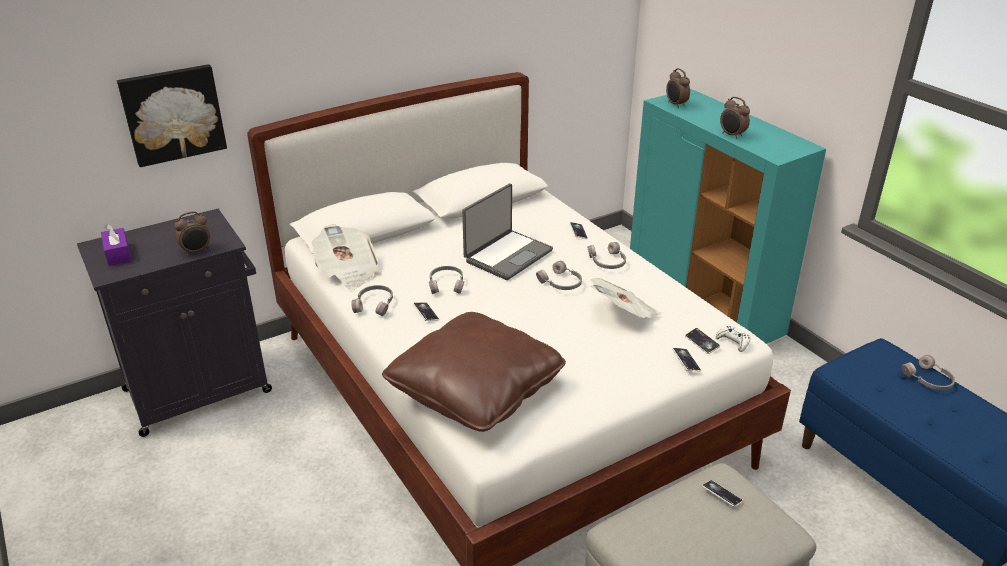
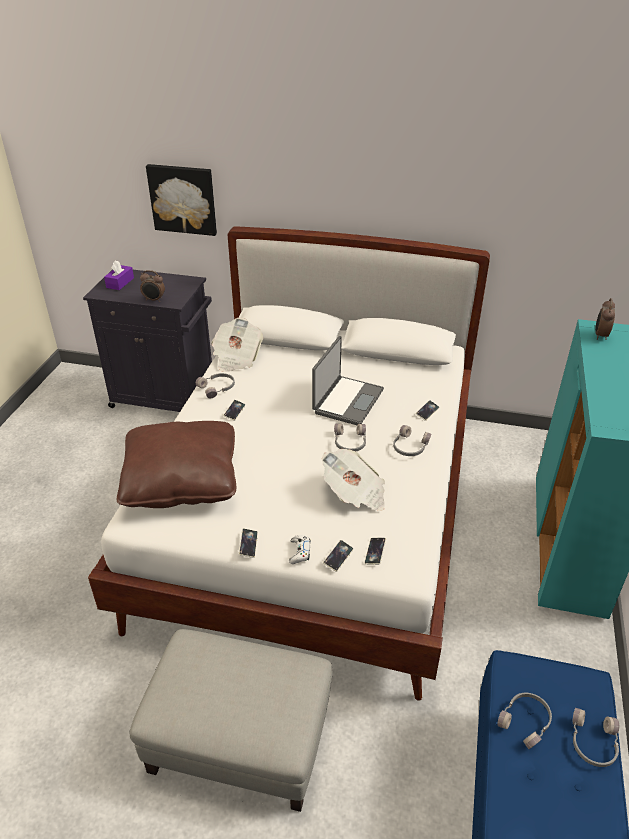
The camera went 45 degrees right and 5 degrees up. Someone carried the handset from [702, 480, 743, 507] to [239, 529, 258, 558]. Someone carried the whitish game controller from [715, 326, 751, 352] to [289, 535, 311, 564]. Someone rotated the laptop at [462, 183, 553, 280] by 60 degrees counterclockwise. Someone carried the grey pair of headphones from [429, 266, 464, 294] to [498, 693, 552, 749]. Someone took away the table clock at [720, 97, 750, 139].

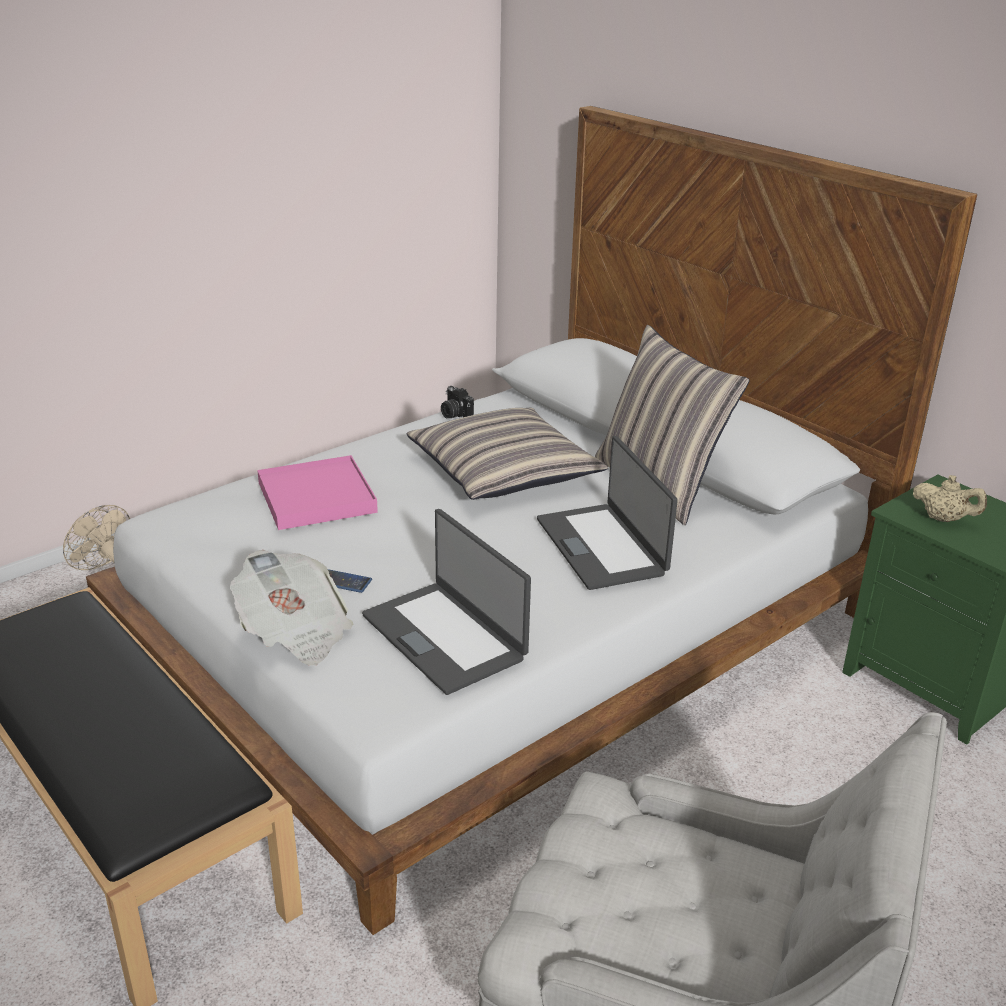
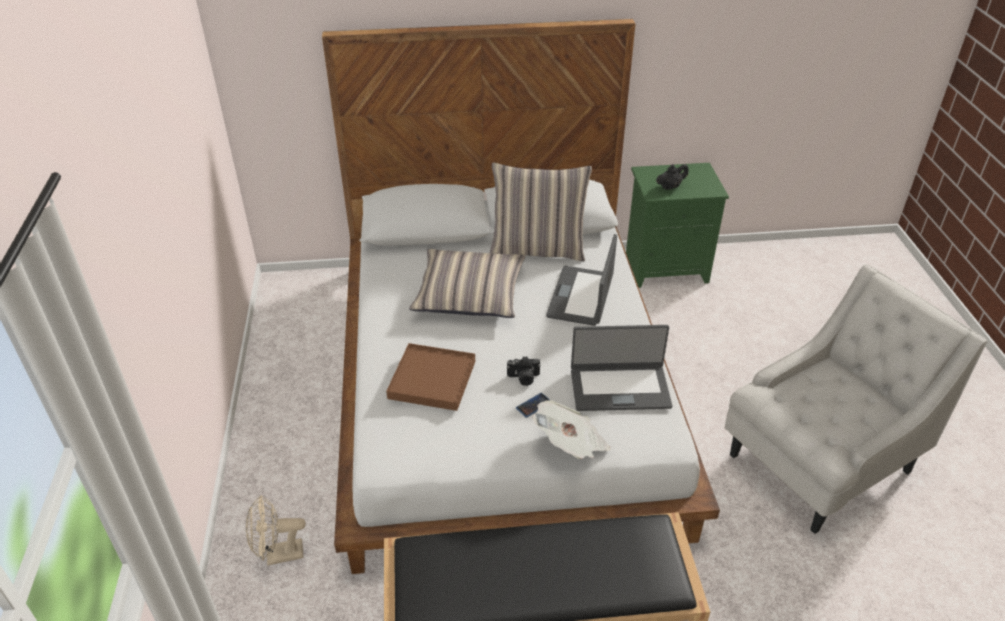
The camera went 55 degrees left and 10 degrees up. Someone repainted the pink carrying tray at [257, 455, 378, 530], which became the brownish carrying tray at [386, 343, 475, 411]. Someone carried the photo camera from [441, 386, 474, 418] to [507, 356, 541, 386]. Someone rotated the laptop at [537, 436, 678, 590] by 90 degrees clockwise. Someone repainted the beige-coloured tea pot at [913, 475, 987, 522], which became the black-coloured tea pot at [656, 164, 689, 190].

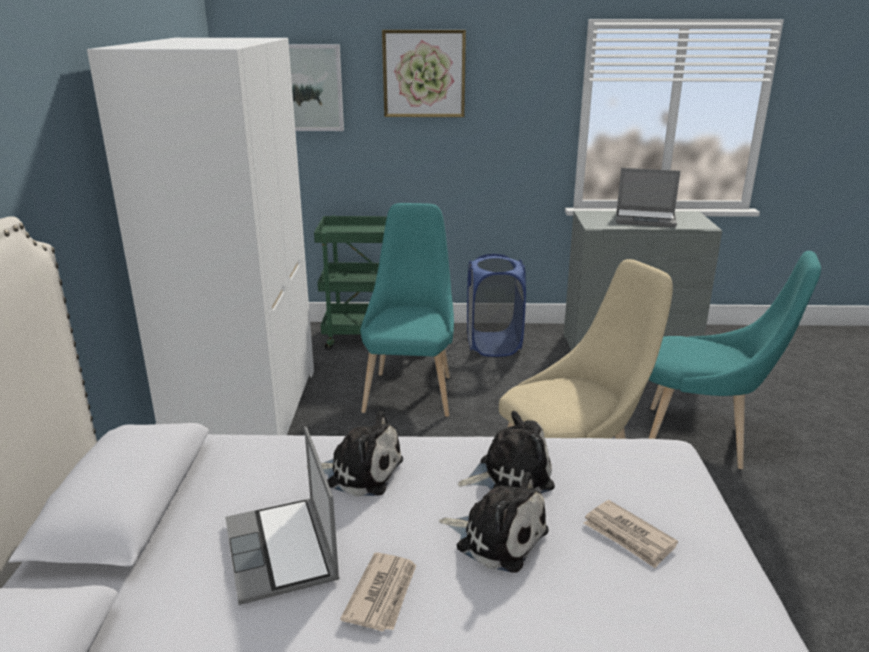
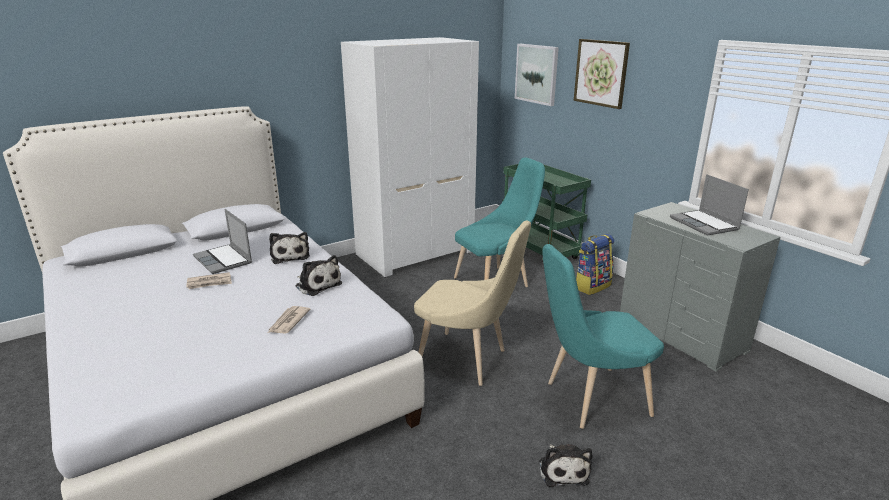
The camera went 55 degrees right and 0 degrees up. Someone rotated the laptop at [225, 427, 340, 605] by 75 degrees counterclockwise. Someone carried the cuddly toy from [439, 472, 548, 573] to [539, 444, 592, 487]. Someone rotated the turquoise-coloured plain chair at [649, 251, 821, 469] by 90 degrees clockwise. Someone swapped the blue-coloured laundry basket at [467, 254, 526, 357] for the rucksack at [576, 234, 614, 295].

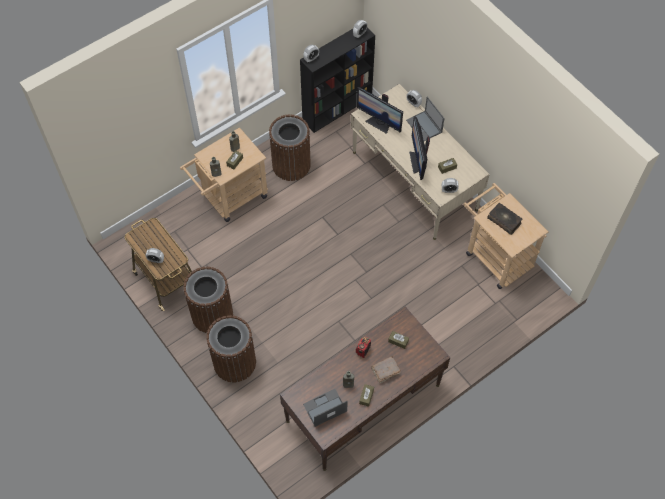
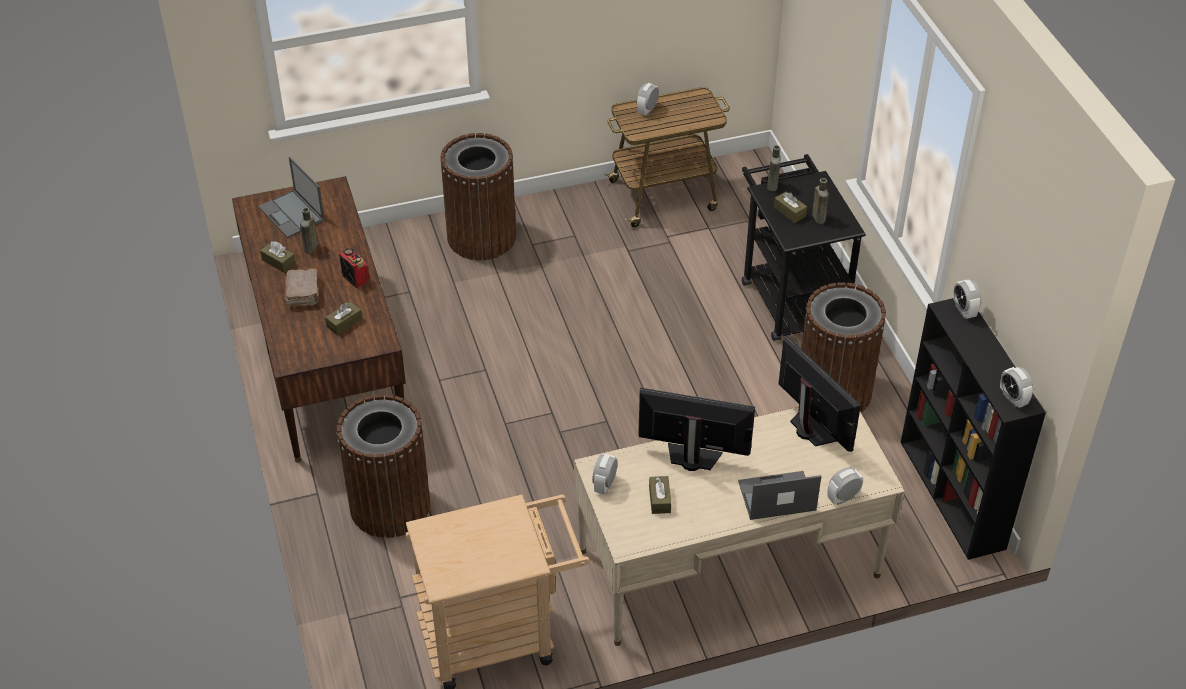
The camera went 110 degrees right and 15 degrees down. Someone rotated the laptop at [303, 389, 348, 427] by 150 degrees clockwise. Someone carried the brownish rubbish bin from [183, 267, 233, 333] to [337, 394, 430, 538]. Someone repainted the beige-coloured wheeled cart at [180, 127, 268, 222], which became the black-coloured wheeled cart at [742, 154, 866, 341]. Someone rotated the computer screen at [357, 87, 403, 134] by 90 degrees clockwise. Someone took away the book at [487, 203, 522, 235].

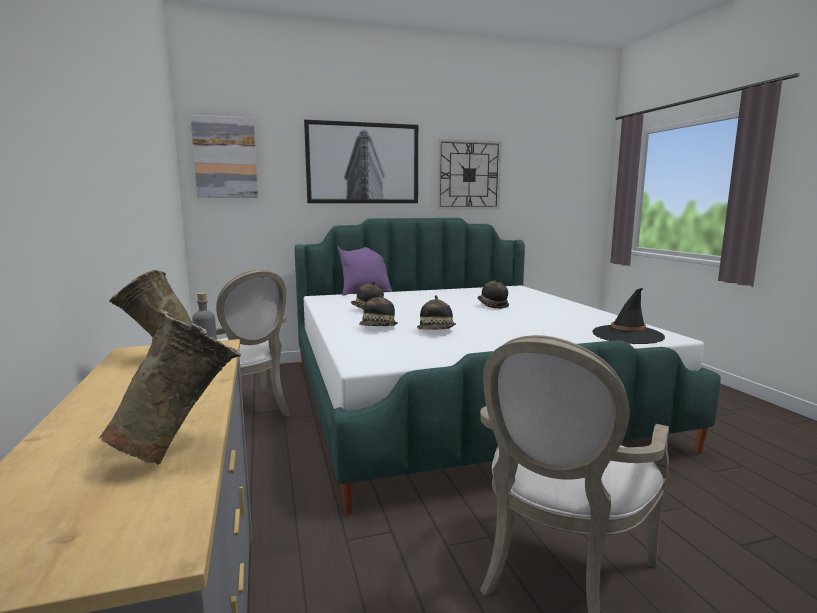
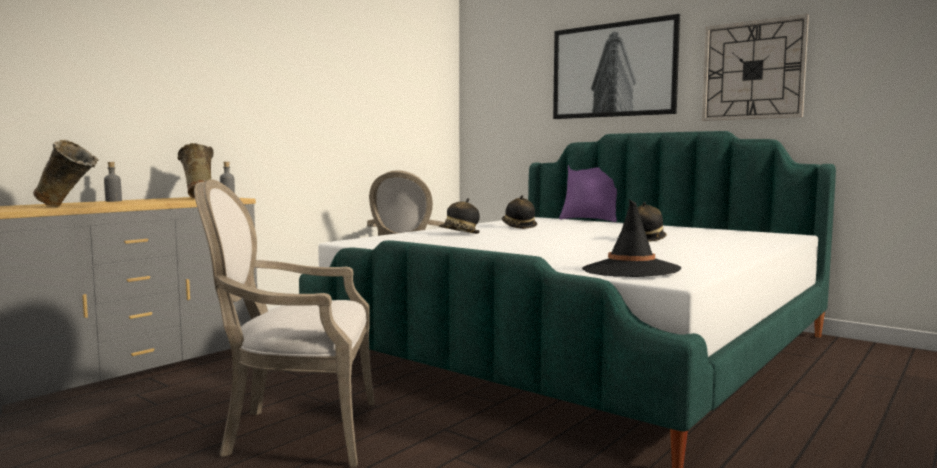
The camera went 55 degrees right and 5 degrees down. Someone put down the grey bottle at [104, 162, 122, 202]. Someone took away the picture at [190, 115, 258, 198]. Someone took away the hat at [417, 295, 456, 330].

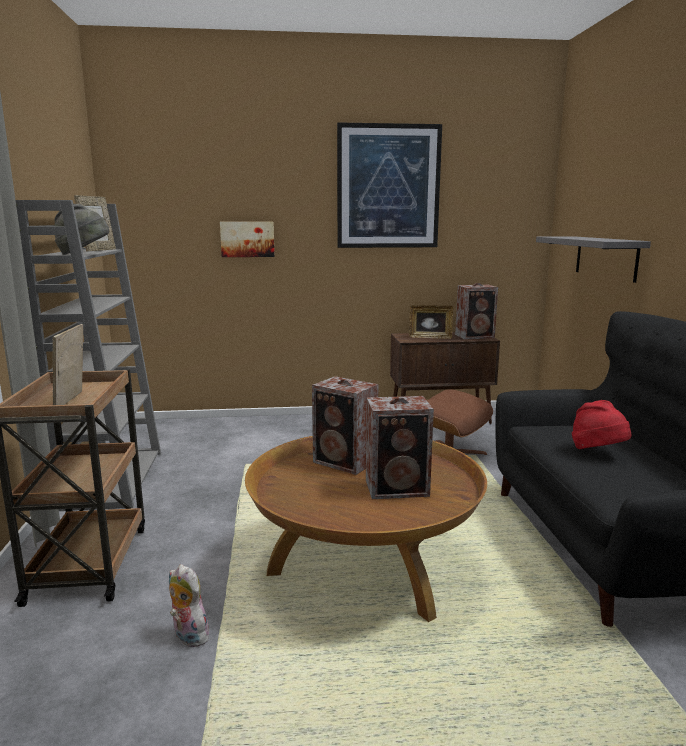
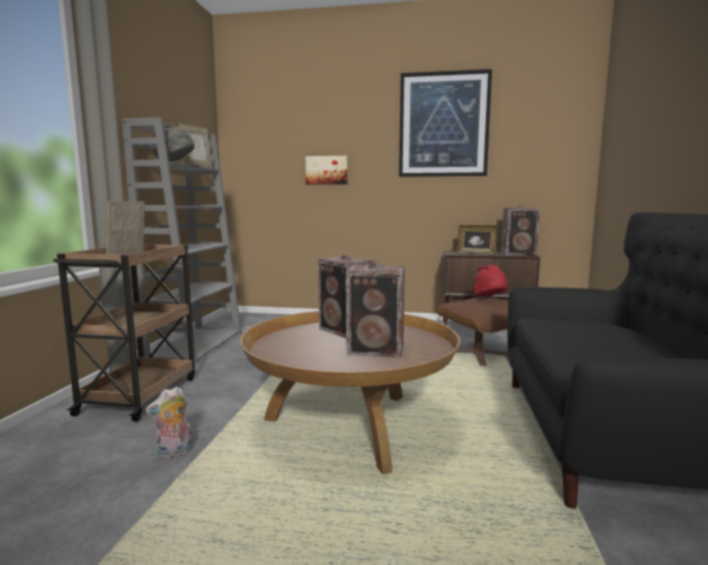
The camera went 15 degrees right and 5 degrees down. Someone rotated the cuddly toy at [169, 564, 209, 647] by 90 degrees counterclockwise. Someone carried the red-coloured hat from [572, 400, 632, 449] to [473, 265, 508, 297]. Someone took away the grey wall shelf at [536, 236, 651, 283].

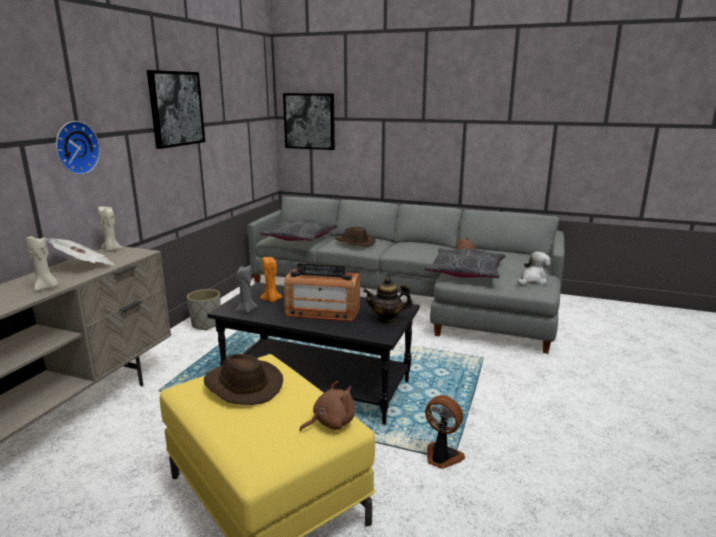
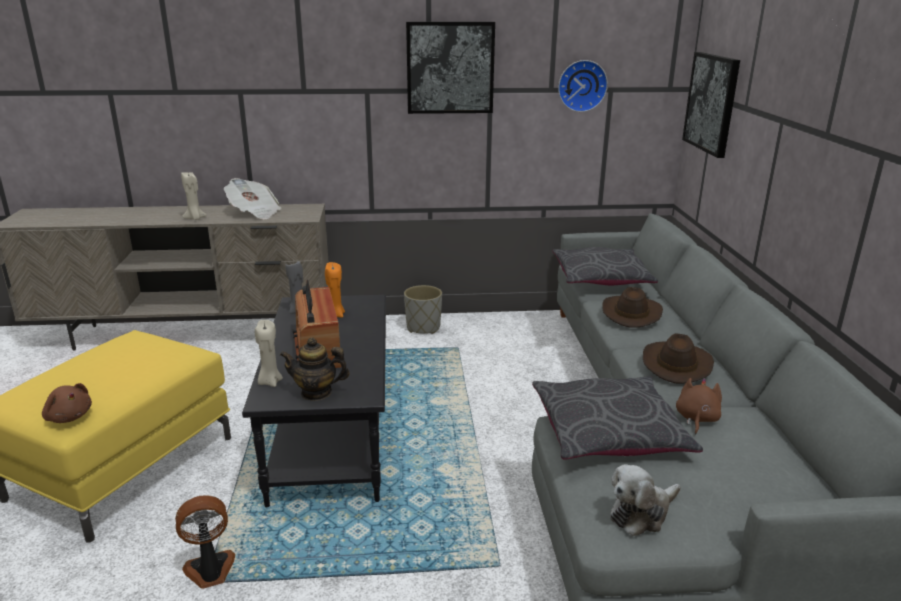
The camera went 65 degrees right and 5 degrees up. Someone rotated the electric fan at [425, 395, 465, 469] by 120 degrees counterclockwise. Someone carried the beige-coloured wax light from [98, 206, 123, 252] to [255, 320, 283, 387]. Someone rotated the tea pot at [363, 277, 412, 324] by 60 degrees counterclockwise. Someone carried the hanging clock from [56, 121, 100, 175] to [558, 60, 608, 112]. Someone rotated the cuddly toy at [517, 252, 551, 285] by 120 degrees clockwise. Someone carried the brownish hat from [204, 354, 283, 405] to [643, 334, 714, 384].

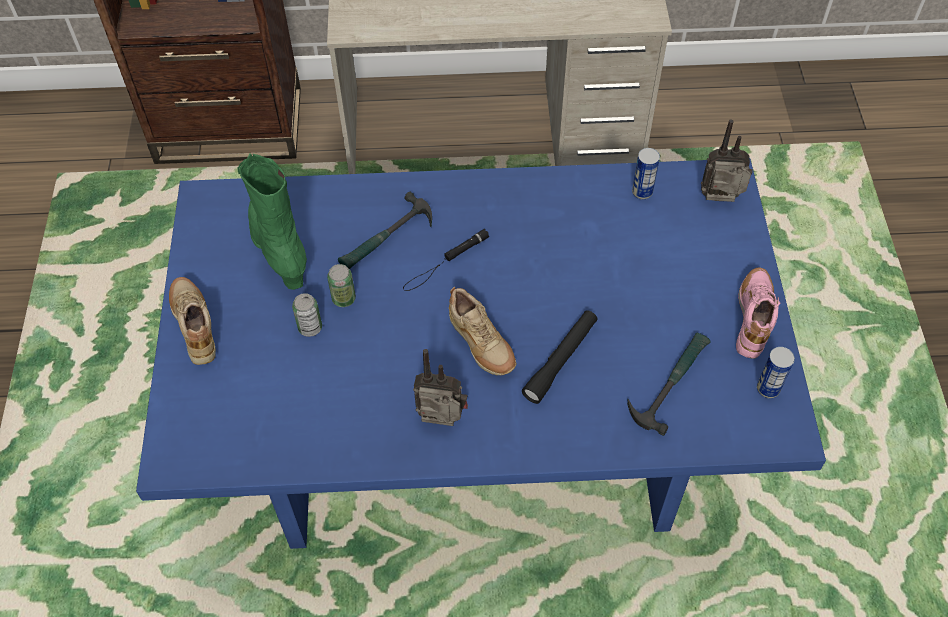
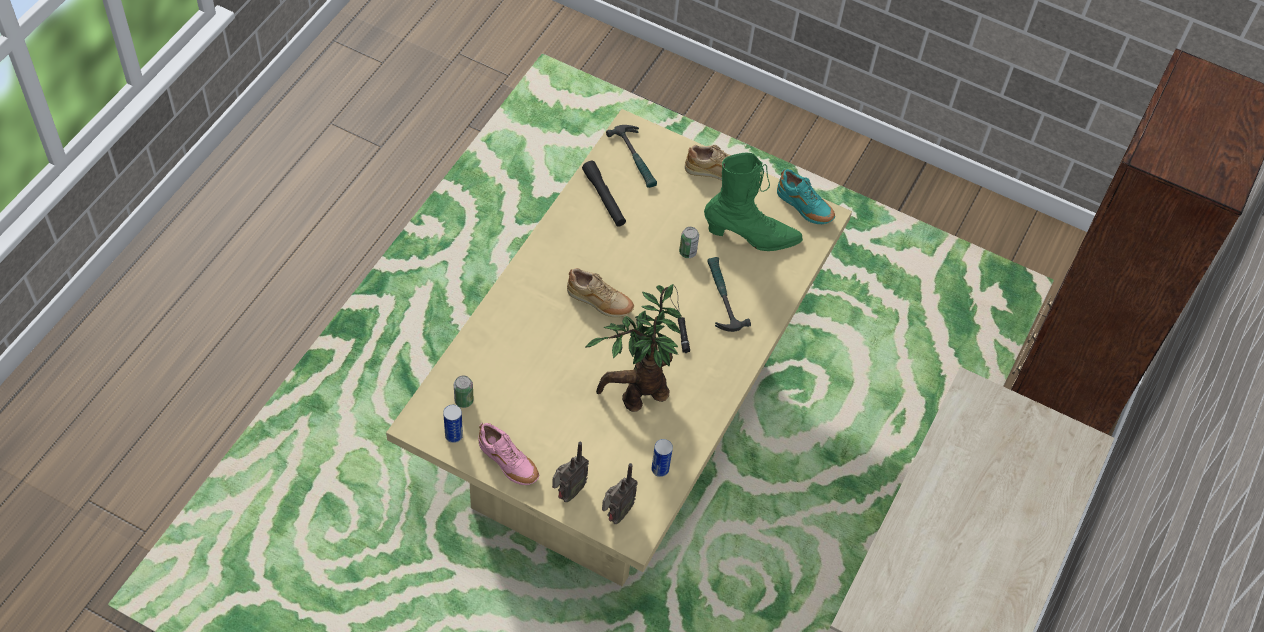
The camera went 115 degrees right and 0 degrees up. Someone repainted the blue-coloured kitchen table at [136, 159, 826, 549], which became the beige-coloured kitchen table at [386, 109, 852, 586]. Someone carried the can from [292, 293, 322, 337] to [454, 375, 474, 408]. Someone carried the radio set from [413, 349, 468, 426] to [552, 441, 589, 502]. Someone rotated the beige-coloured low shoe at [449, 287, 516, 375] by 150 degrees counterclockwise. Someone carried the black-coloured torch from [522, 310, 598, 404] to [582, 161, 626, 227]. Someone put down the houseplant at [585, 284, 682, 412]. Someone carried the tool hammer from [627, 333, 711, 436] to [606, 125, 657, 188]. Someone put down the turquoise-coloured low shoe at [777, 169, 835, 224].

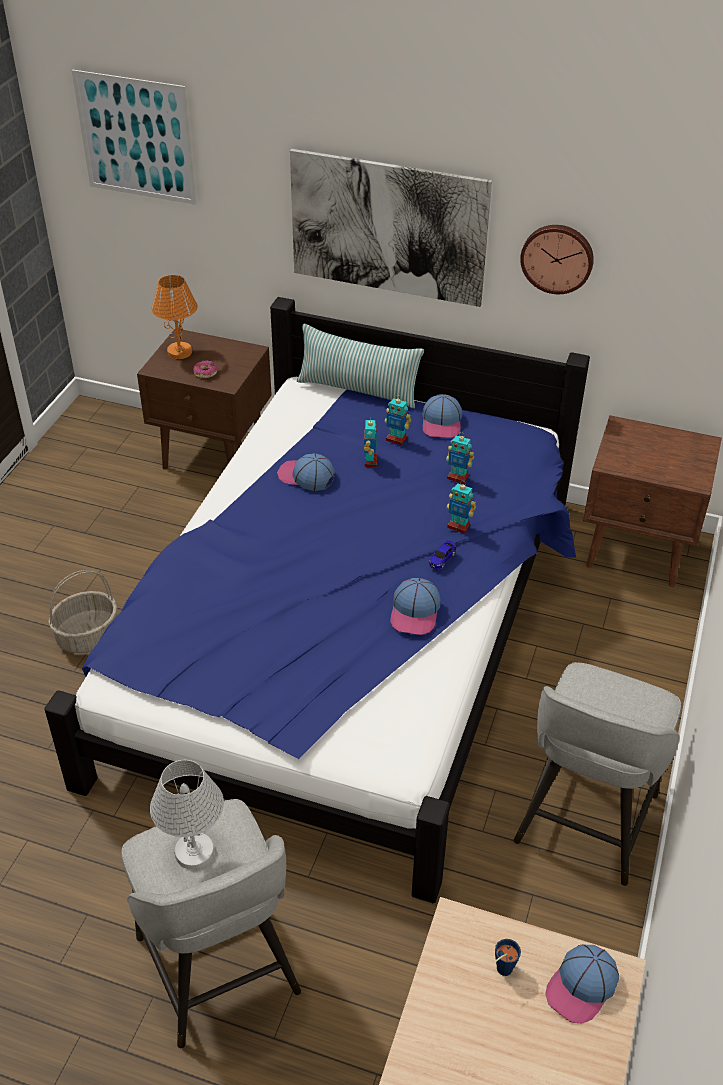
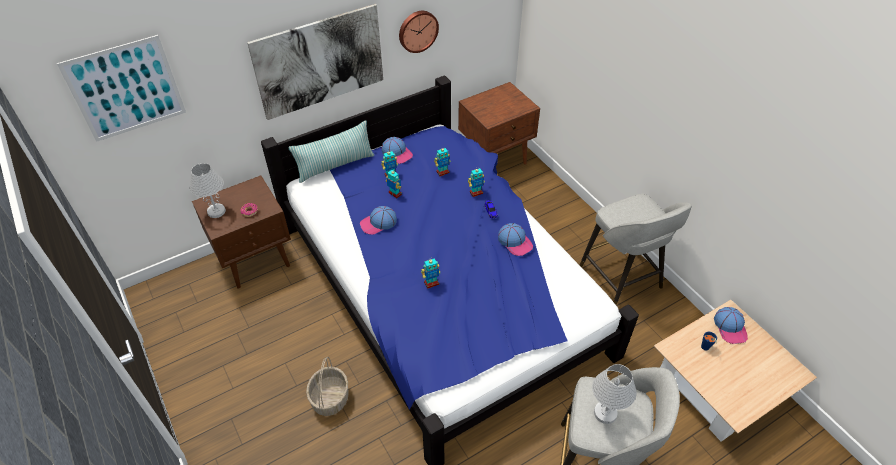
The camera went 50 degrees left and 5 degrees up. Someone repainted the orange tabletop lamp at [152, 275, 198, 359], which became the whitish tabletop lamp at [190, 163, 226, 218]. Someone put down the toy robot at [421, 258, 440, 289].

